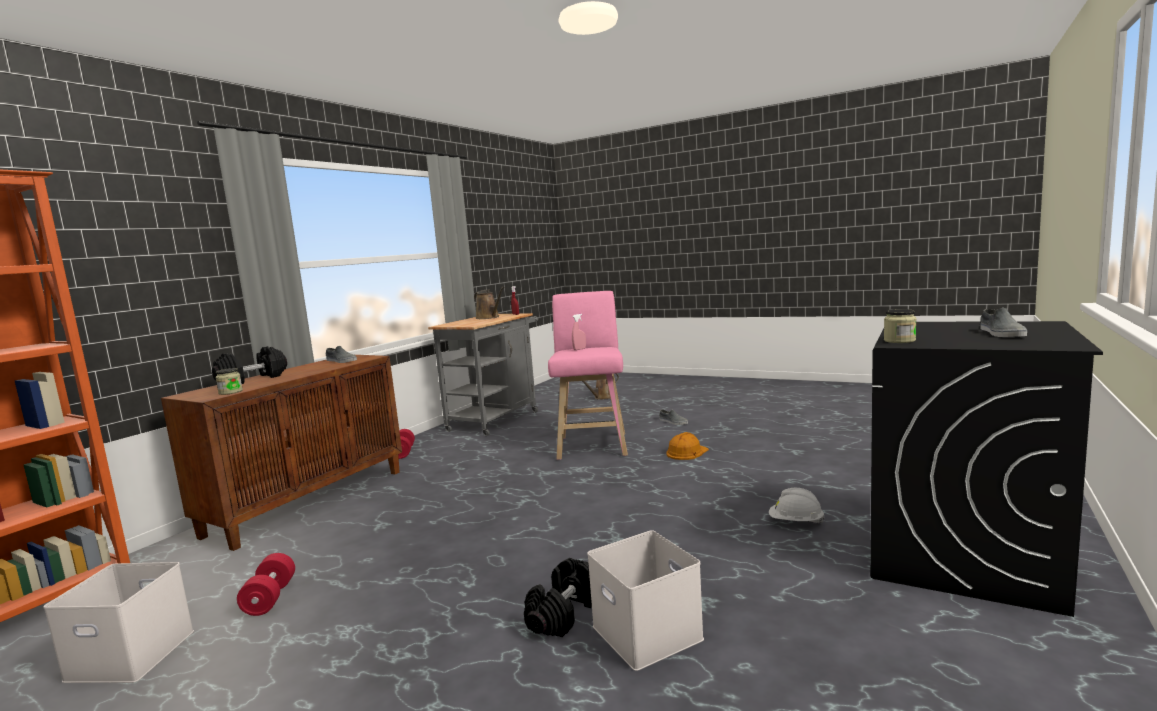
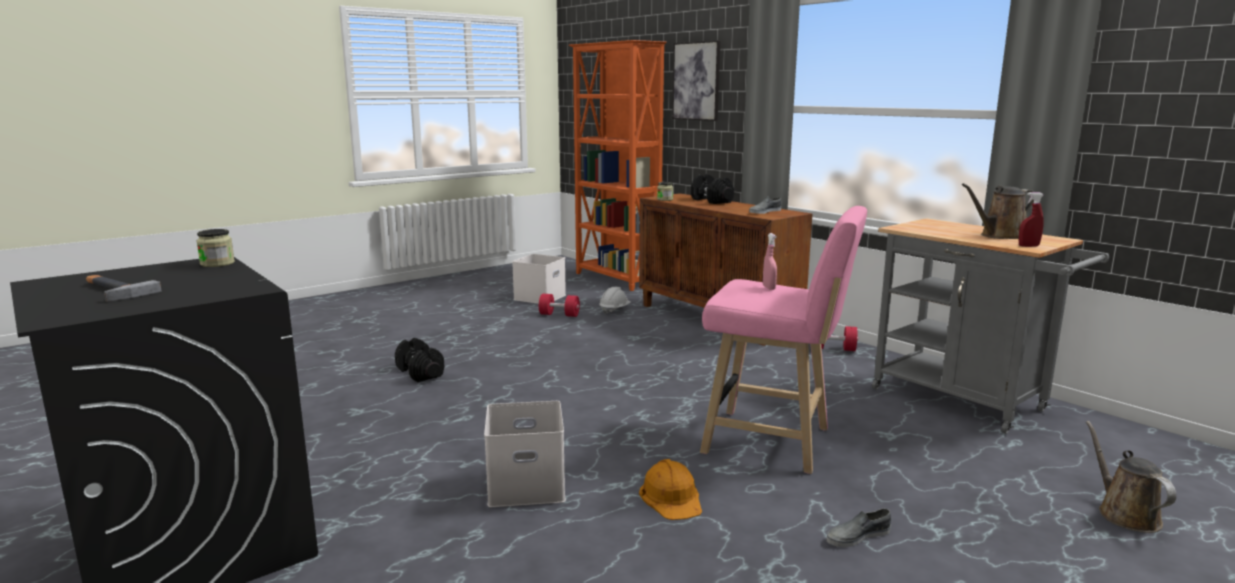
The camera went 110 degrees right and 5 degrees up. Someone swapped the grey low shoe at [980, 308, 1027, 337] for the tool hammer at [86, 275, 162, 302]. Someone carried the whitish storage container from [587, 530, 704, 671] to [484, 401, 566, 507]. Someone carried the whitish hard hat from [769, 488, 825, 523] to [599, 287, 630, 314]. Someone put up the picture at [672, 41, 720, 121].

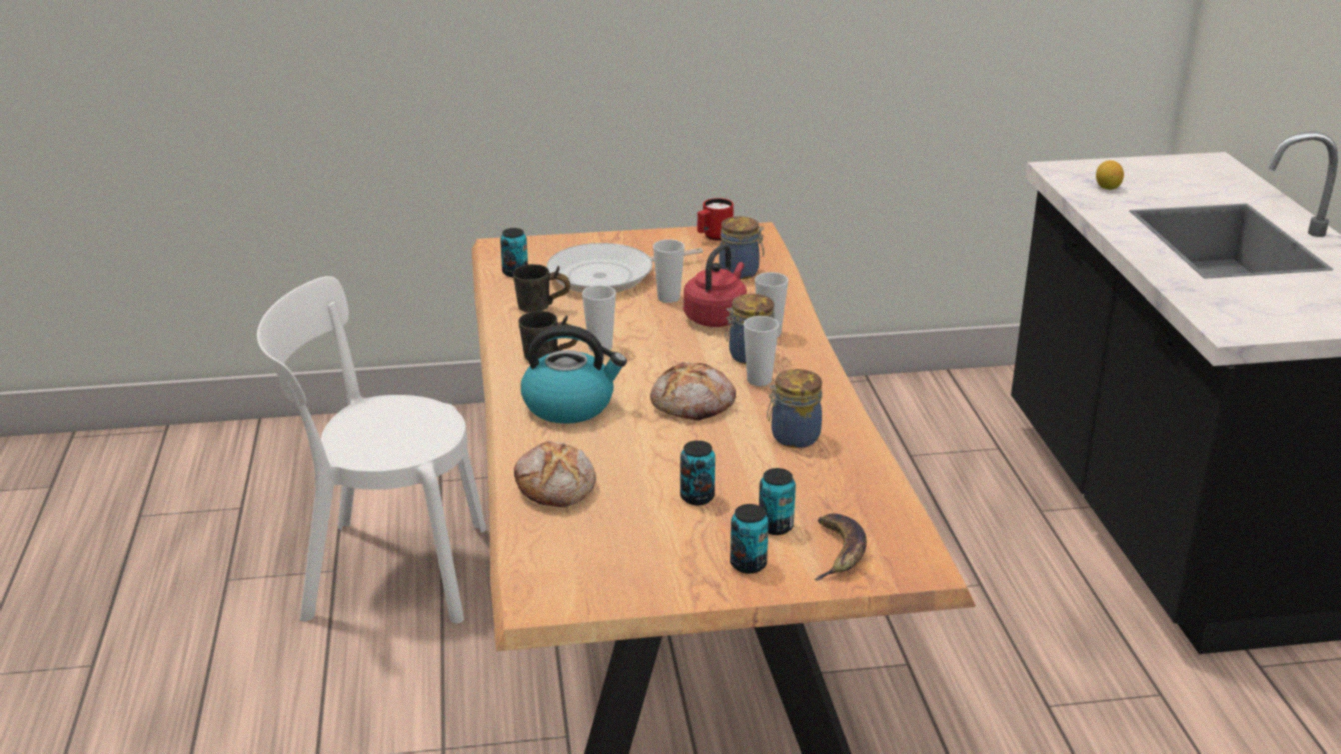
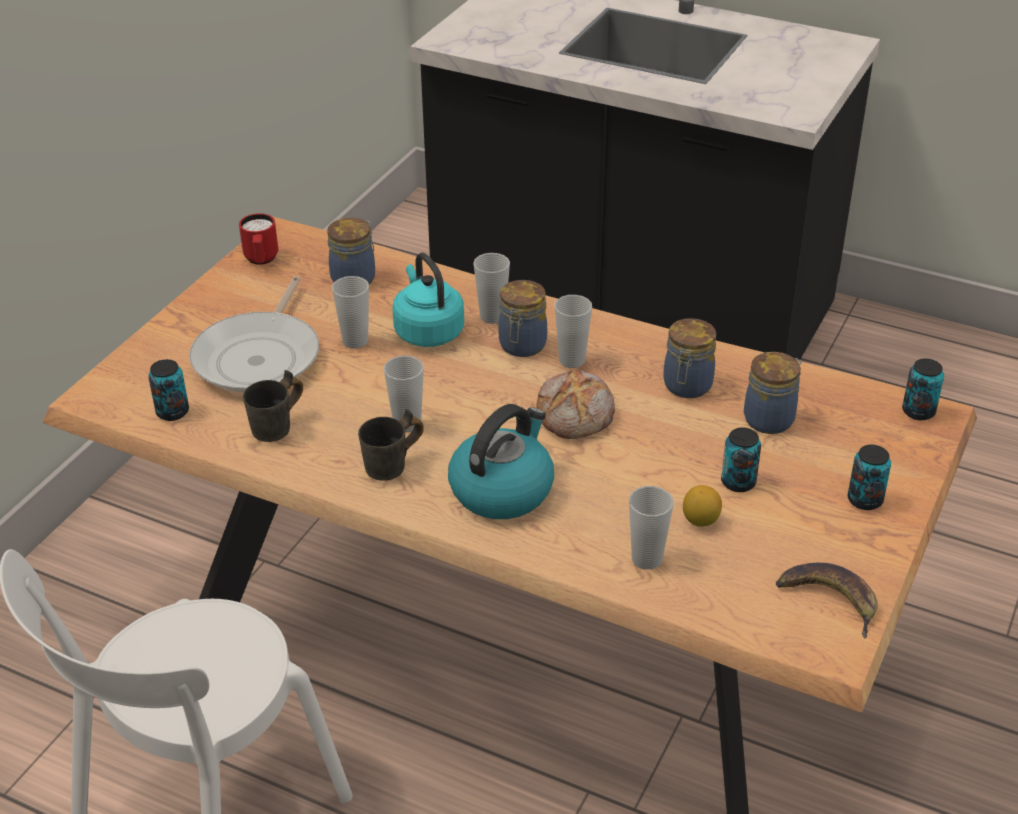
The camera went 55 degrees left and 10 degrees up. Someone repainted the red-coloured water kettle at [684, 244, 747, 327], which became the turquoise-coloured water kettle at [393, 253, 464, 347]. Someone swapped the baked bread at [514, 441, 596, 507] for the small cup at [629, 486, 674, 570]. Someone carried the citrus fruit from [1096, 160, 1124, 190] to [683, 485, 722, 527]. Someone put down the jar at [744, 352, 802, 434]. Someone carried the banana fruit from [814, 513, 867, 581] to [776, 563, 878, 639]. Someone carried the can from [759, 468, 796, 535] to [902, 358, 944, 420].

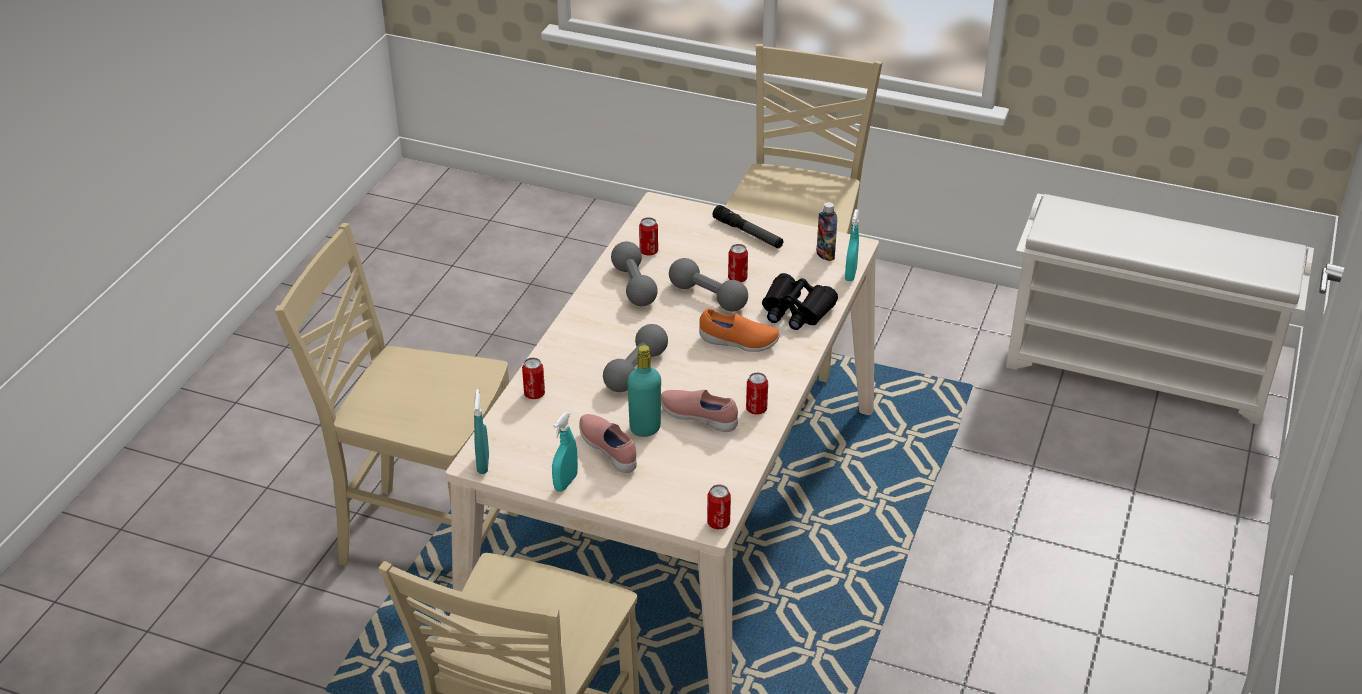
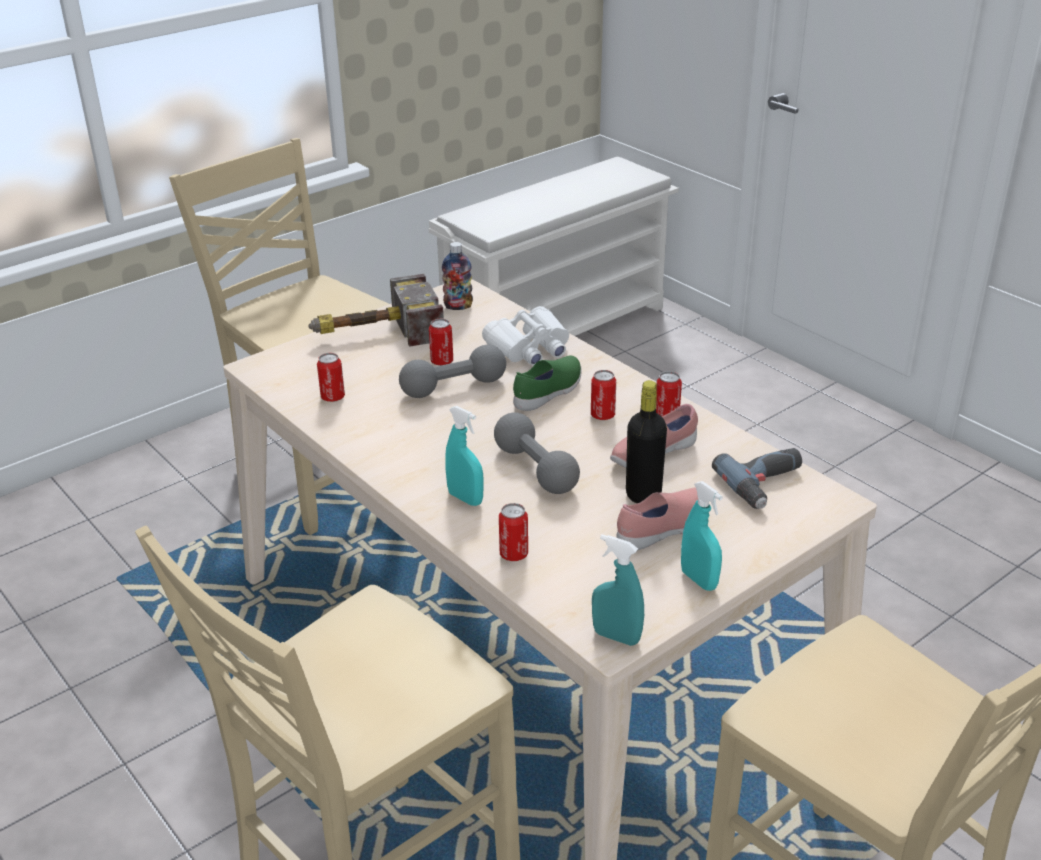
The camera went 60 degrees left and 5 degrees down. Someone swapped the torch at [713, 205, 784, 248] for the tool hammer at [308, 274, 444, 347]. Someone carried the turquoise-coloured sprayer from [845, 209, 859, 281] to [445, 406, 484, 506]. Someone repainted the black-coloured pair of binoculars at [762, 273, 838, 330], which became the whitish pair of binoculars at [482, 306, 569, 366]. Someone repainted the orange low shoe at [699, 308, 780, 352], which became the greenish low shoe at [513, 355, 582, 411]. Someone carried the can from [707, 485, 731, 529] to [591, 370, 616, 420]. Someone rotated the pink low shoe at [579, 414, 637, 473] by 150 degrees clockwise. Someone repainted the turquoise-coloured bottle at [627, 345, 661, 437], which became the black-coloured bottle at [626, 380, 667, 503]. Someone put down the drill at [712, 448, 802, 509]. Someone took away the grey hand weight at [611, 241, 658, 306].

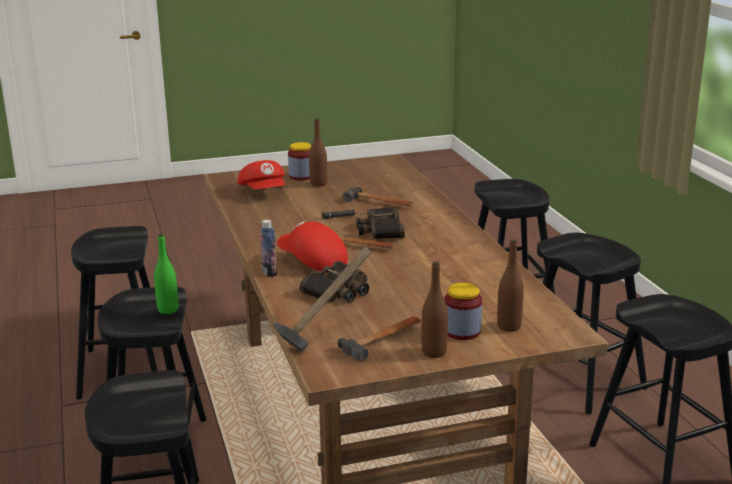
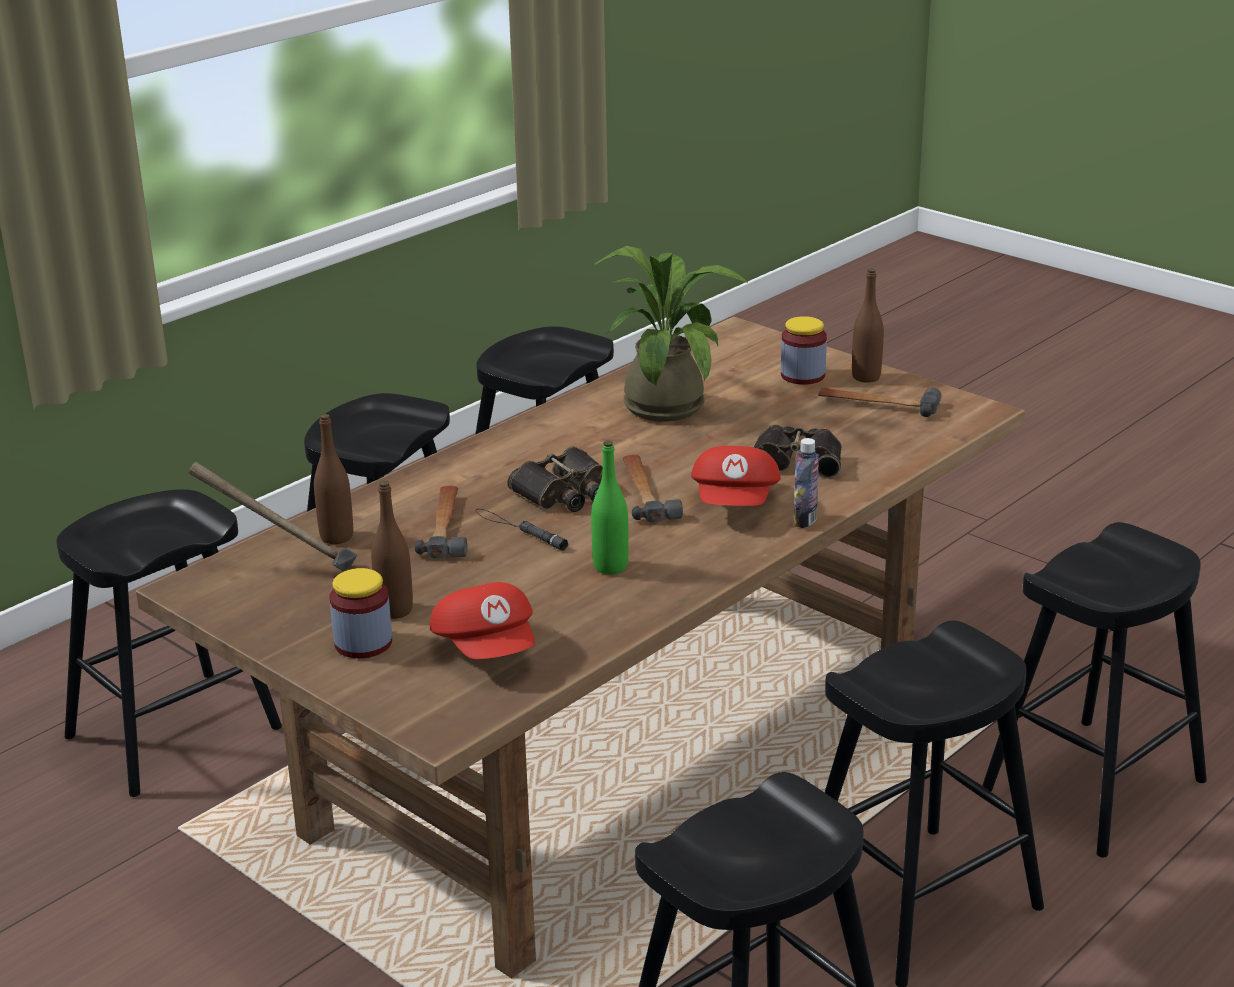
The camera went 120 degrees left and 5 degrees up. Someone carried the tool hammer from [273, 247, 371, 352] to [189, 462, 357, 571]. Someone carried the brownish bottle from [497, 239, 524, 332] to [314, 414, 353, 544]. Someone rotated the red-coloured peaked cap at [238, 160, 285, 190] by 120 degrees clockwise. Someone carried the greenish bottle from [154, 233, 178, 314] to [591, 440, 629, 574]. Someone put down the houseplant at [593, 246, 748, 422].

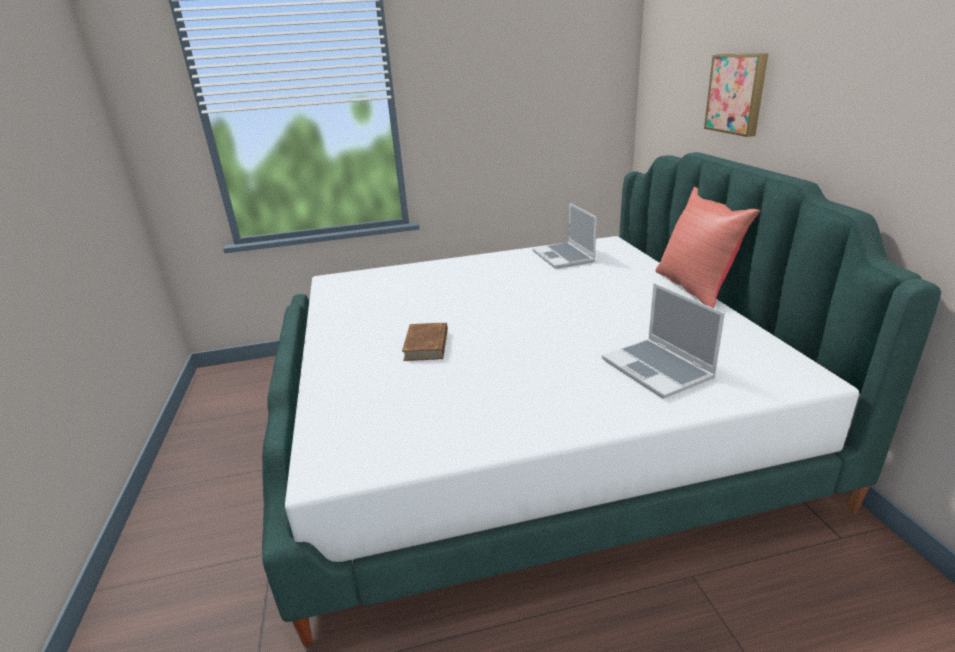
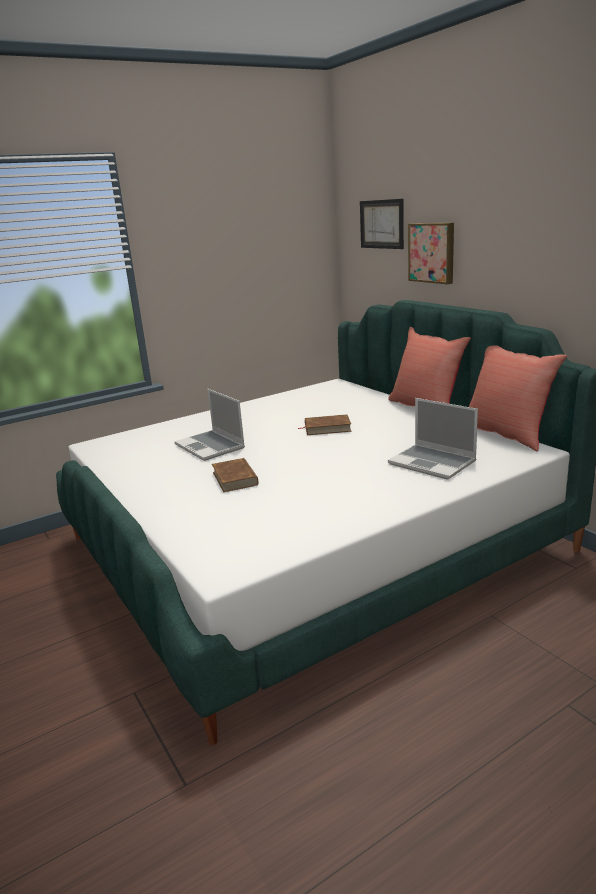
The camera went 20 degrees left and 5 degrees down. Someone carried the laptop from [532, 203, 597, 269] to [174, 389, 245, 461]. Someone put down the brownish book at [298, 414, 352, 435]. Someone put up the picture at [360, 199, 404, 249]. Someone put down the red-coloured throw pillow at [469, 345, 567, 451].

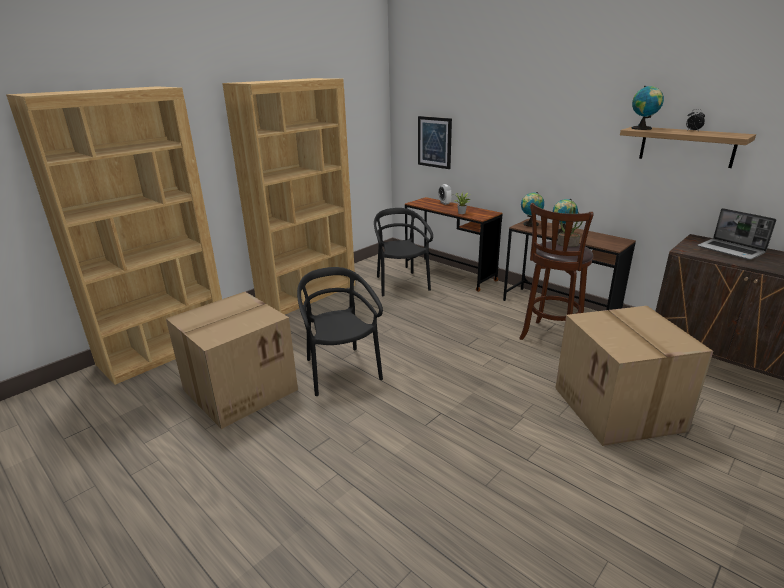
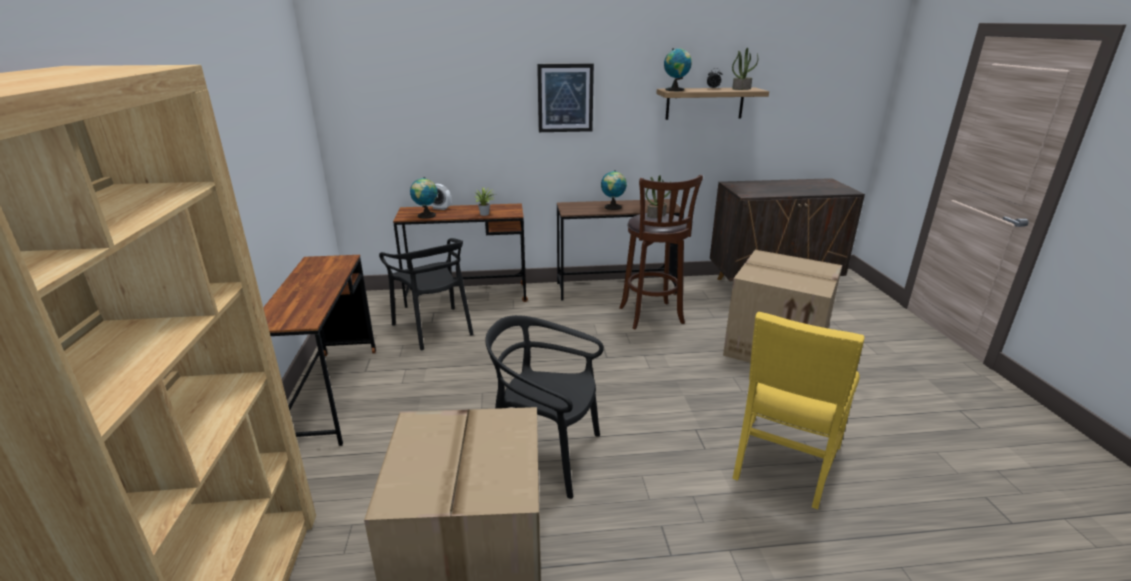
The camera went 50 degrees left and 0 degrees up. Someone swapped the brownish shelving unit at [222, 78, 355, 315] for the brownish desk table at [263, 255, 376, 446]. Someone rotated the black-coloured plain chair at [374, 208, 433, 297] by 150 degrees counterclockwise. Someone carried the world globe from [521, 192, 544, 227] to [410, 177, 438, 219]. Someone carried the picture from [418, 116, 452, 169] to [537, 63, 594, 132]. Someone put down the houseplant at [732, 48, 758, 90]. Someone put down the yellowish plain chair at [732, 312, 864, 510]. Someone took away the laptop at [697, 208, 776, 260].

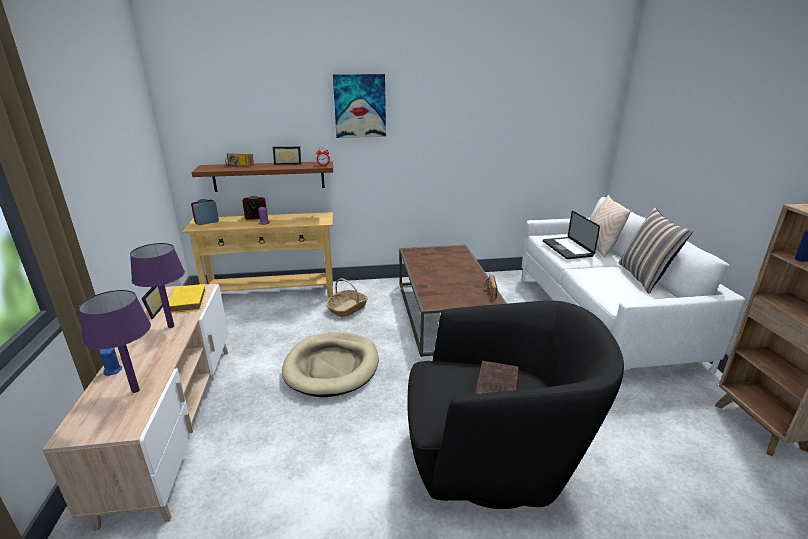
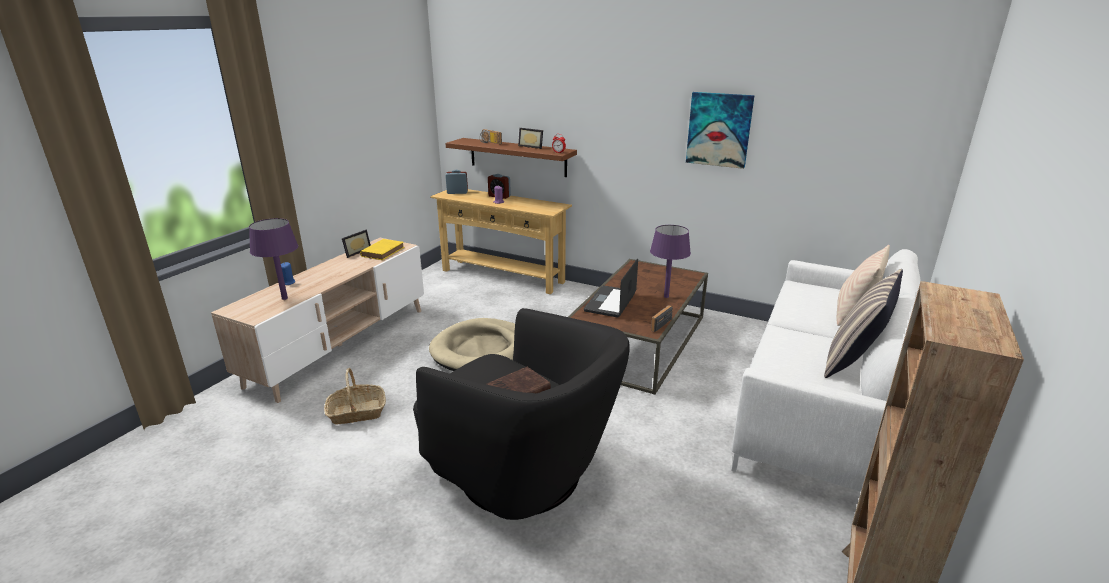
The camera went 35 degrees right and 0 degrees up. Someone carried the household basket from [326, 278, 368, 317] to [324, 368, 386, 425]. Someone carried the laptop from [543, 211, 600, 259] to [584, 258, 638, 317]. Someone carried the purplish tabletop lamp from [130, 243, 185, 328] to [650, 225, 691, 298]. Someone carried the picture from [333, 74, 386, 138] to [686, 92, 755, 169].

